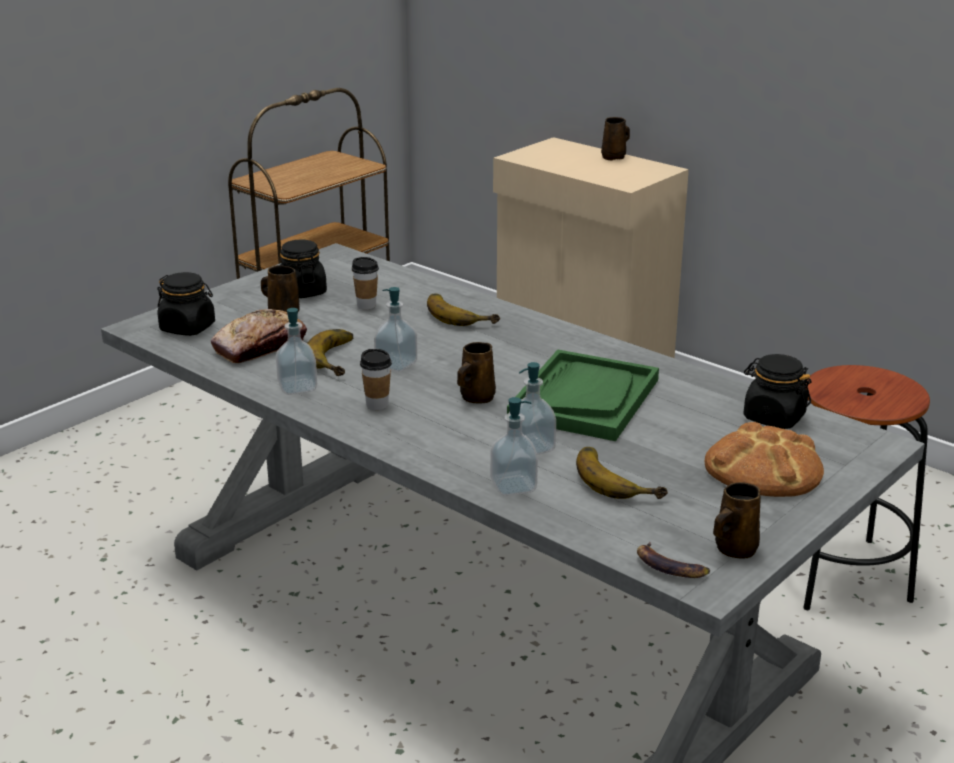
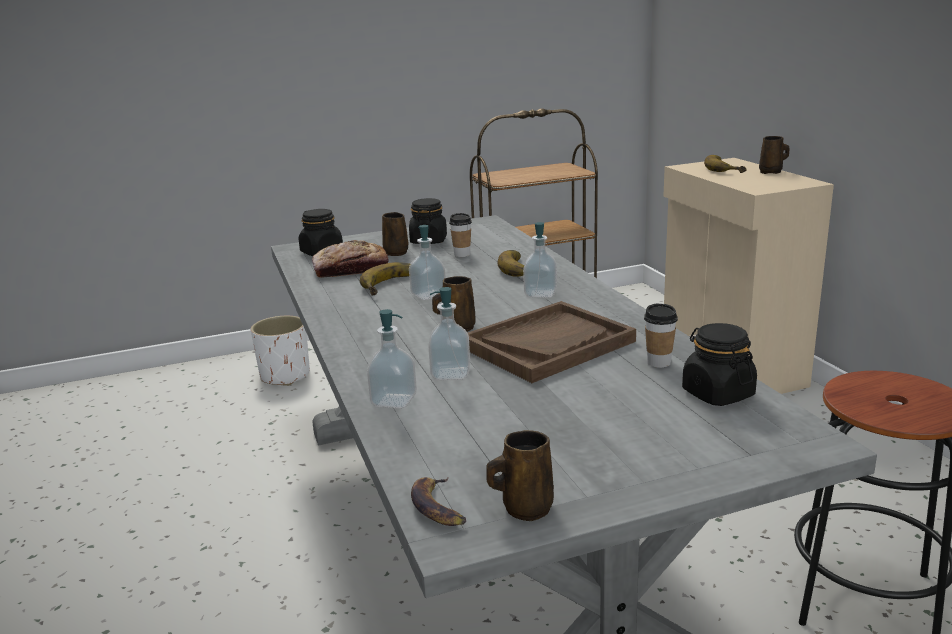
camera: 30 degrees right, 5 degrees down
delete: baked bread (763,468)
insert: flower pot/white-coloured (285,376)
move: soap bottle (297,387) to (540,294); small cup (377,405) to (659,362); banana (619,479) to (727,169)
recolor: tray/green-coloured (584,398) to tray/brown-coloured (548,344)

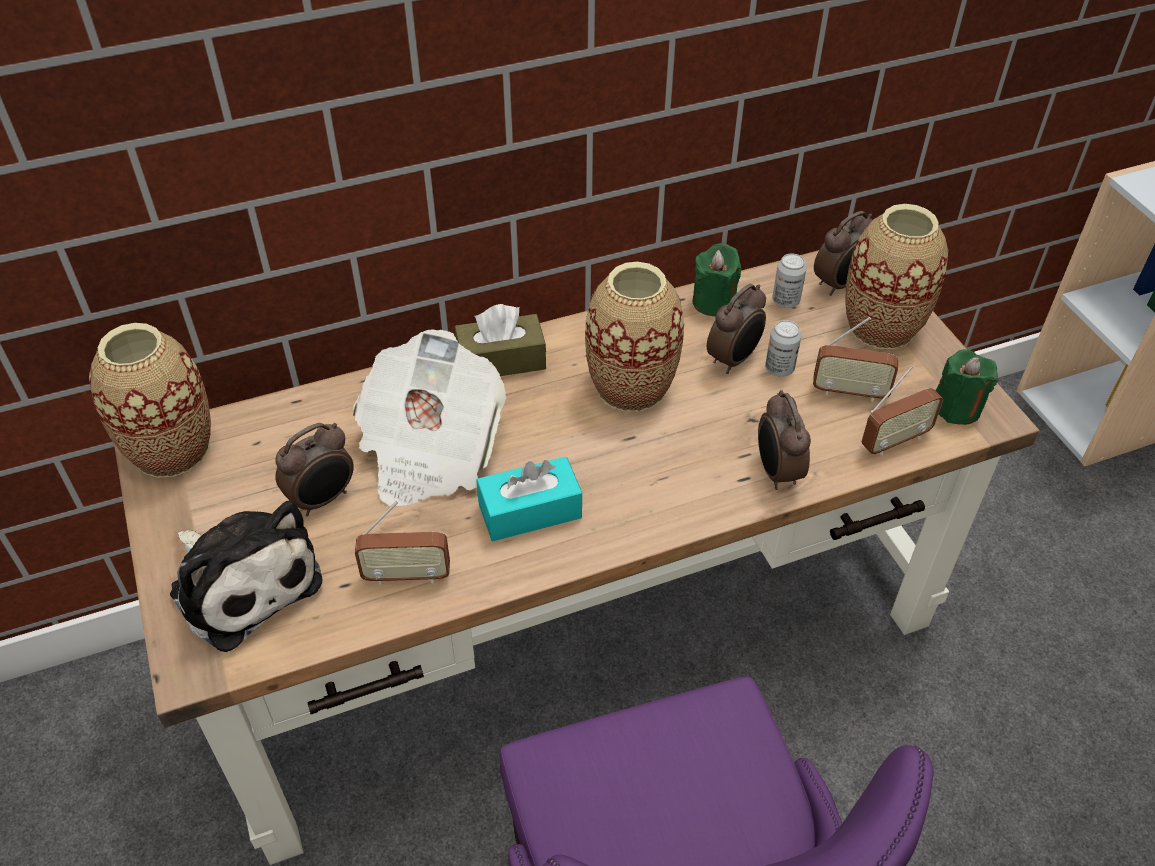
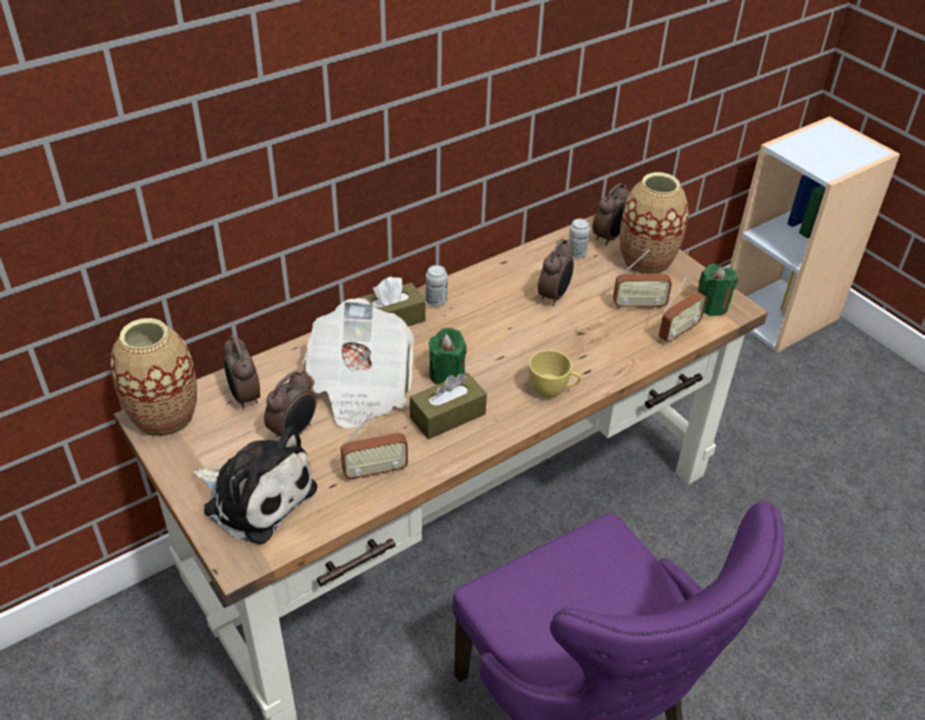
camera: 15 degrees left, 5 degrees down
delete: flower vase (631,386)
insert: small cup/yellowish (552,390)
move: wax candle/green-coloured (714,302) to (447,375); bedside clock (776,472) to (244,397); sealed can (779,368) to (436,301)
recolor: tissue holder/blue-green (530,511) to tissue holder/brown-coloured (447,415)

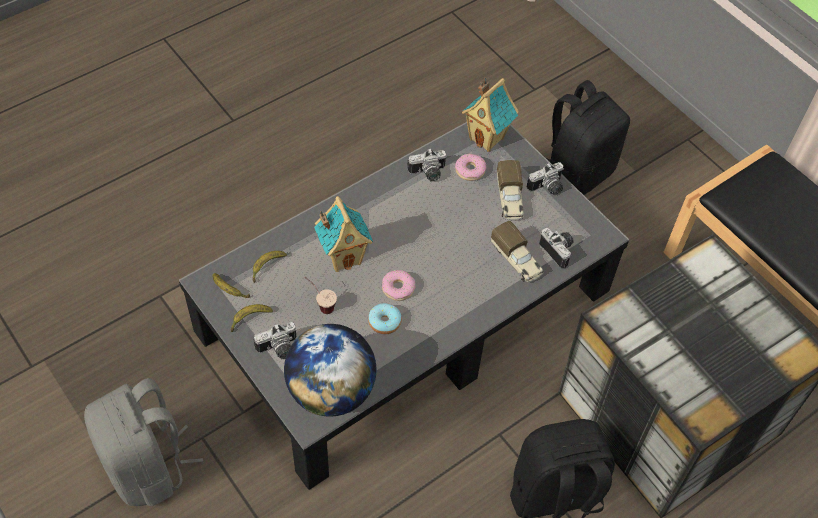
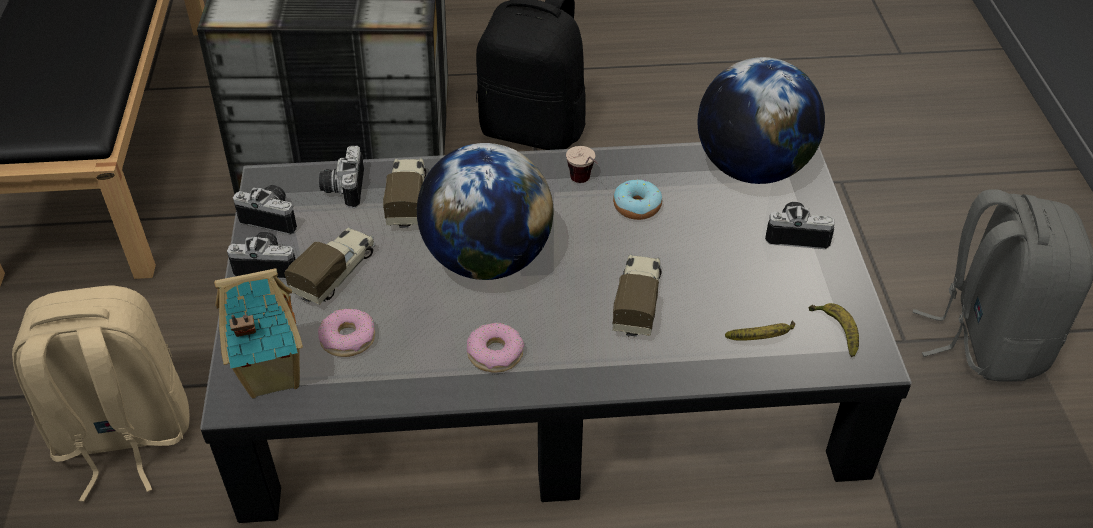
camera: 145 degrees left, 10 degrees down
delete: banana (249,319)
insert: globe (487,260)
move: small cup (320,304) to (584,184); ring doughnut (398,288) to (495,354); still camera (428,174) to (273,216)
replace: model house (344,257) to model truck (637,303)
recolor: knapsack/blackish (576,172) to knapsack/beige-coloured (122,436)

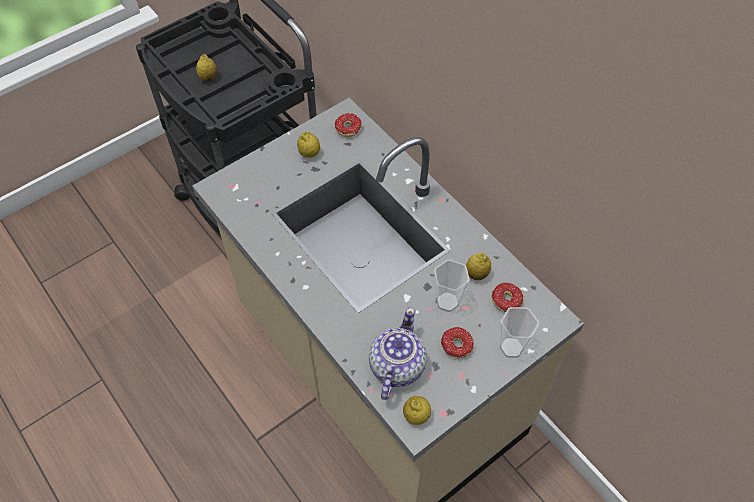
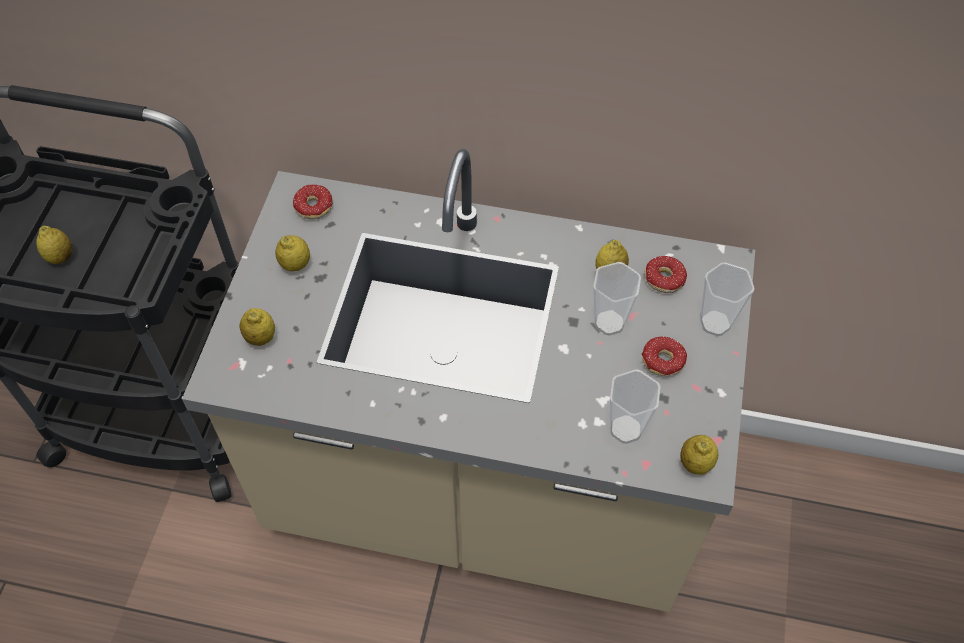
camera: 40 degrees left, 0 degrees up
insert: citrus fruit (260,337)
replace: pot for tea (396,367) to small cup (625,429)

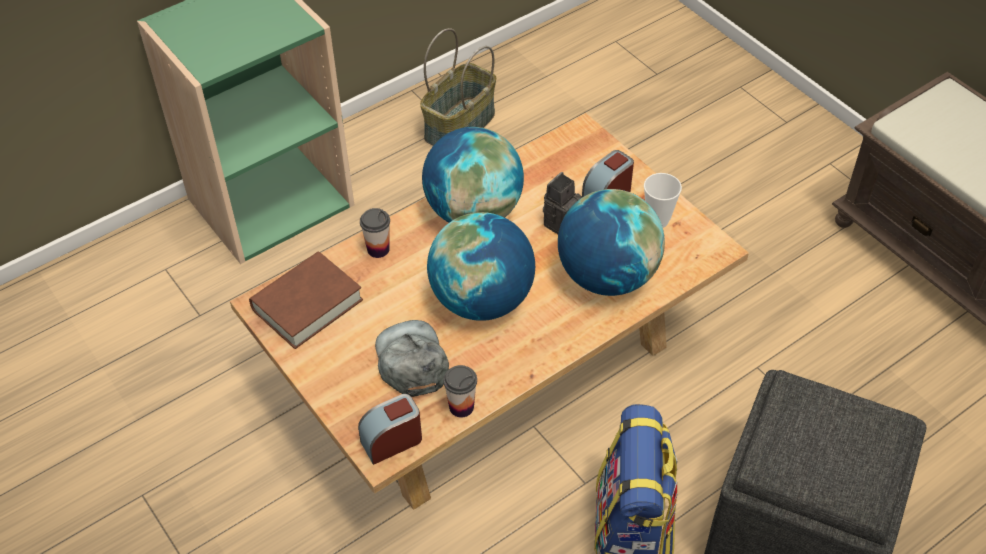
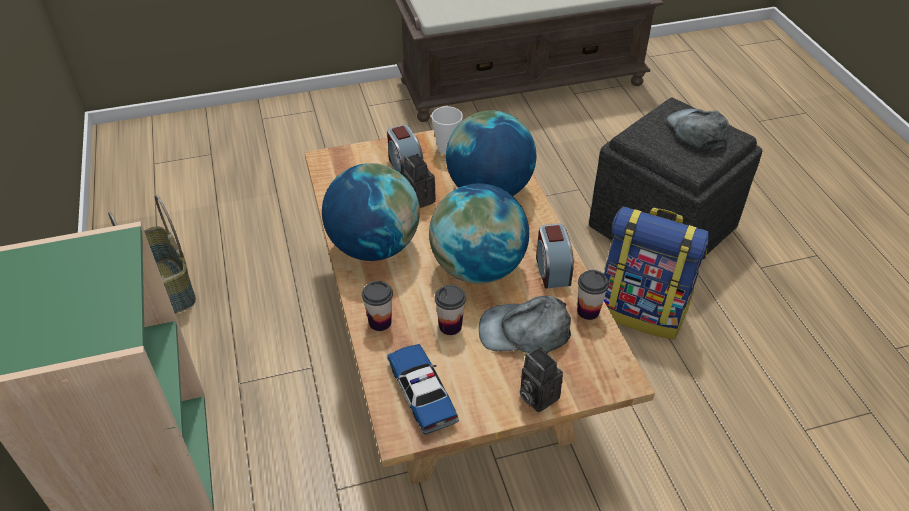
camera: 70 degrees left, 5 degrees down
insert: small cup (450,326); still camera (536,396); peaked cap/grey (697,131)
move: bedside clock (392,441) to (552,270)
replace: bound book/brown-coloured (307,305) to miniature car (421,393)

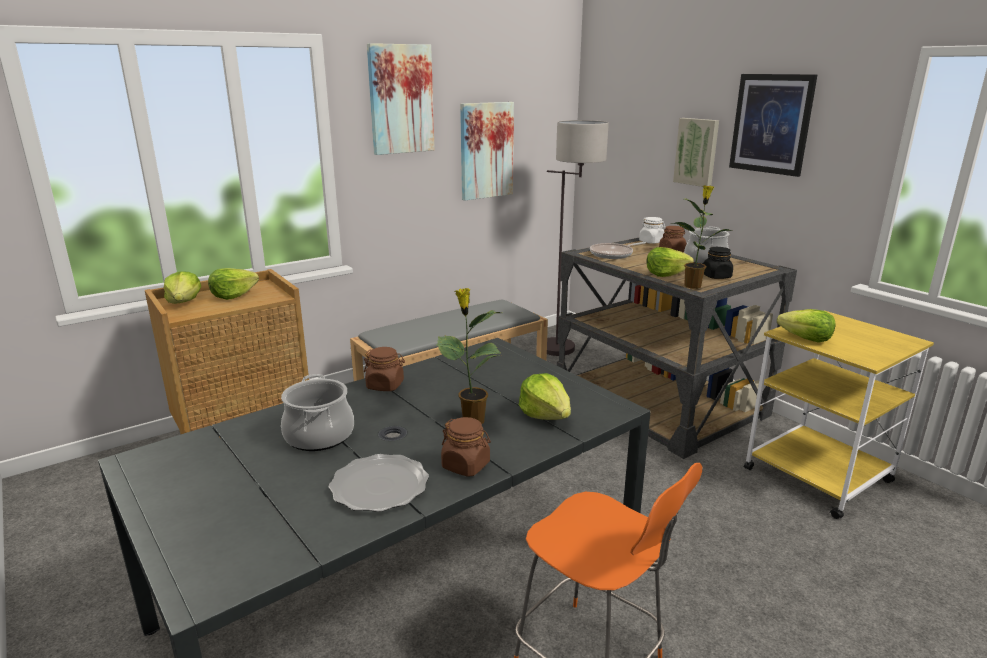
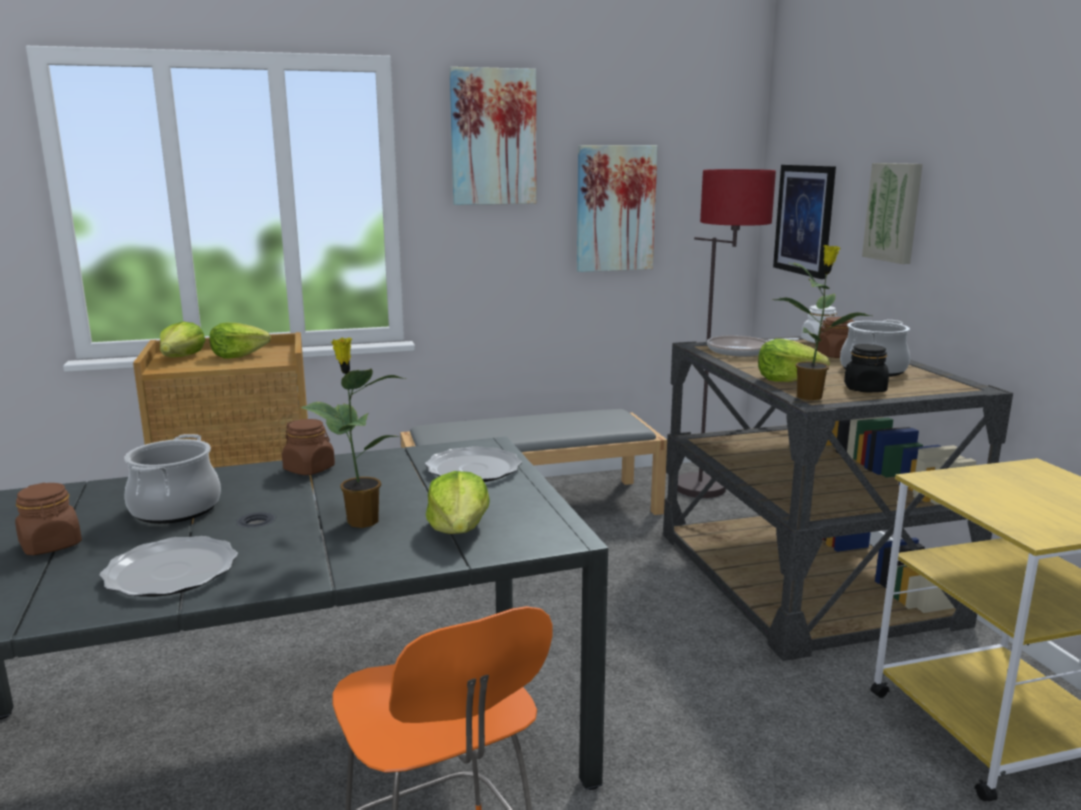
camera: 20 degrees right, 5 degrees down
delete: lettuce (806,339)
insert: flat dish (473,469)
move: jar/brown-coloured (466,465) to (51,545); wall art (771,124) to (804,220)
recolor: floor lamp/grey (566,351) to floor lamp/red (712,493)

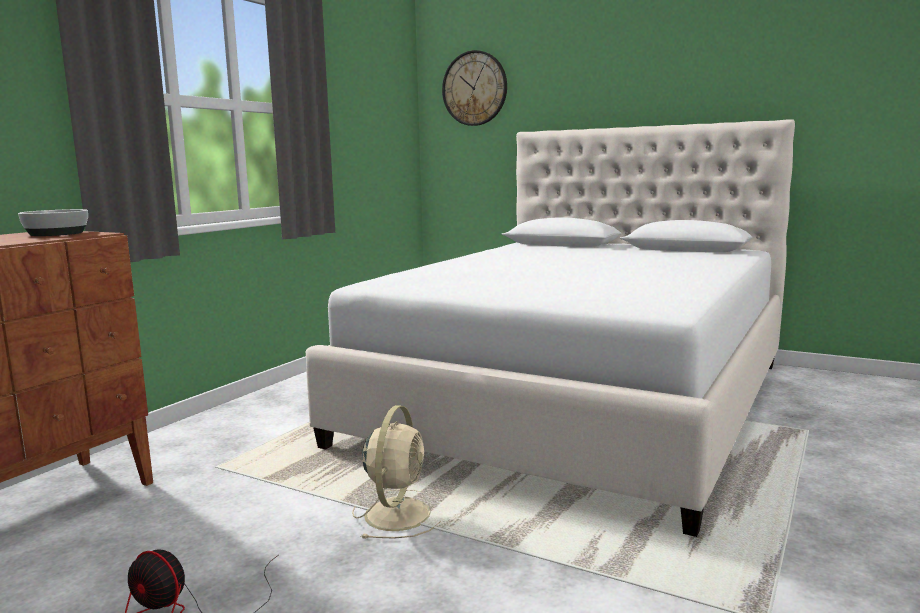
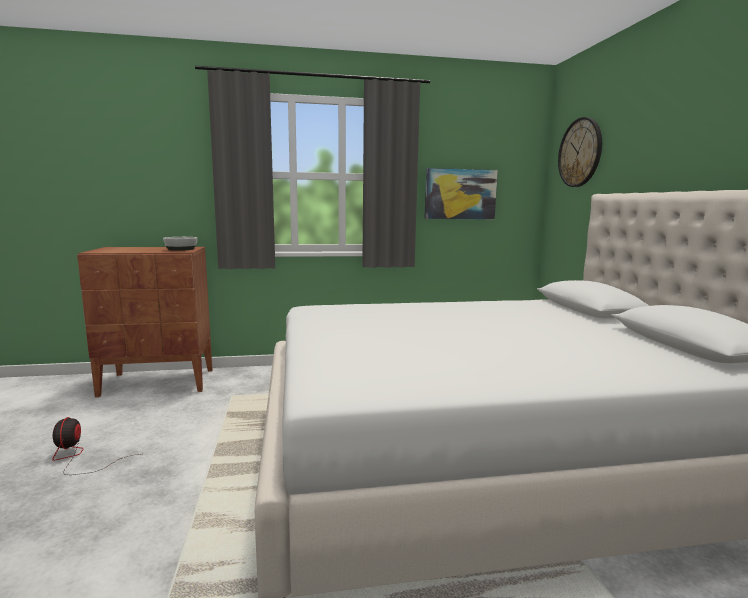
camera: 50 degrees right, 0 degrees up
delete: electric fan/beige-coloured (399,513)
insert: wall art (460,194)

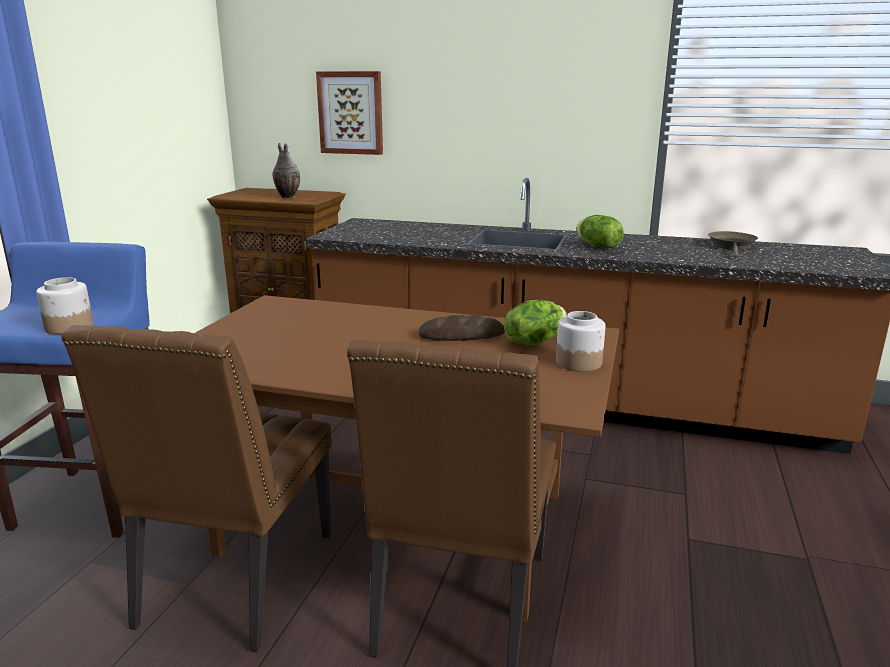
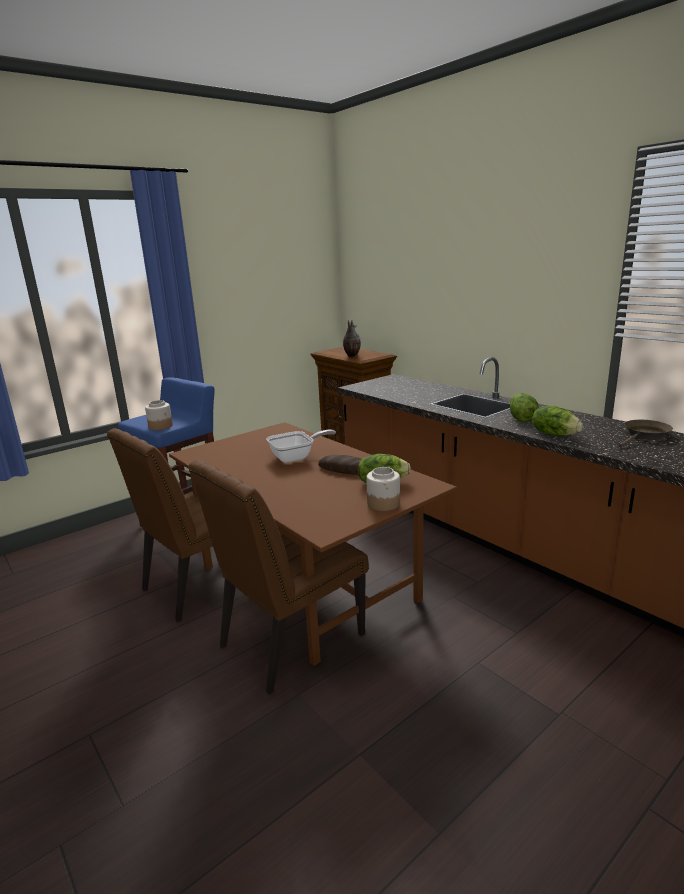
camera: 35 degrees right, 0 degrees up
delete: wall art (351,113)
insert: skillet (296,457); lettuce (554,434)

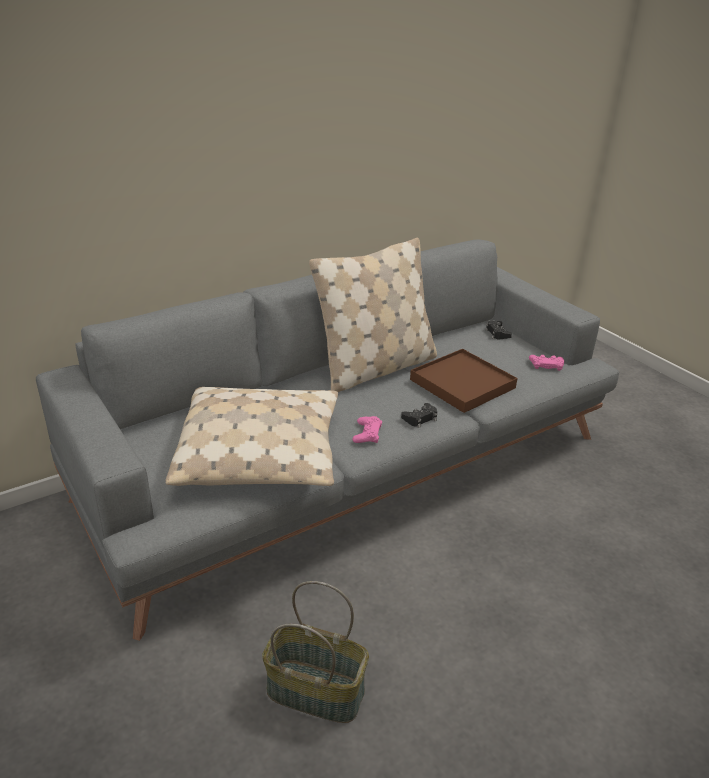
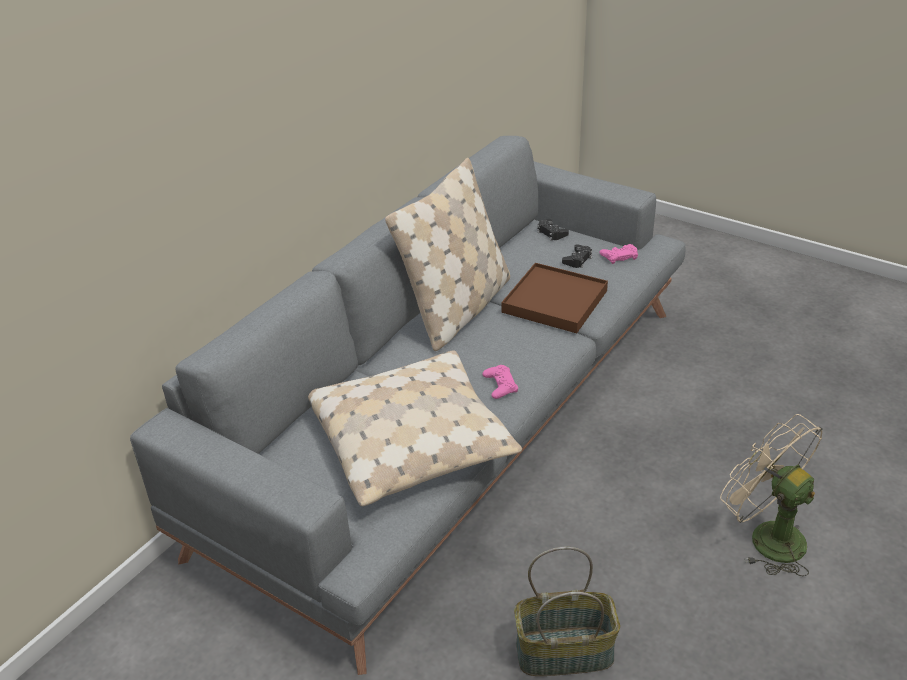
camera: 20 degrees left, 5 degrees up
insert: electric fan/beige-coloured (766,536)
move: joypad/blackish (420,418) to (577,260)

